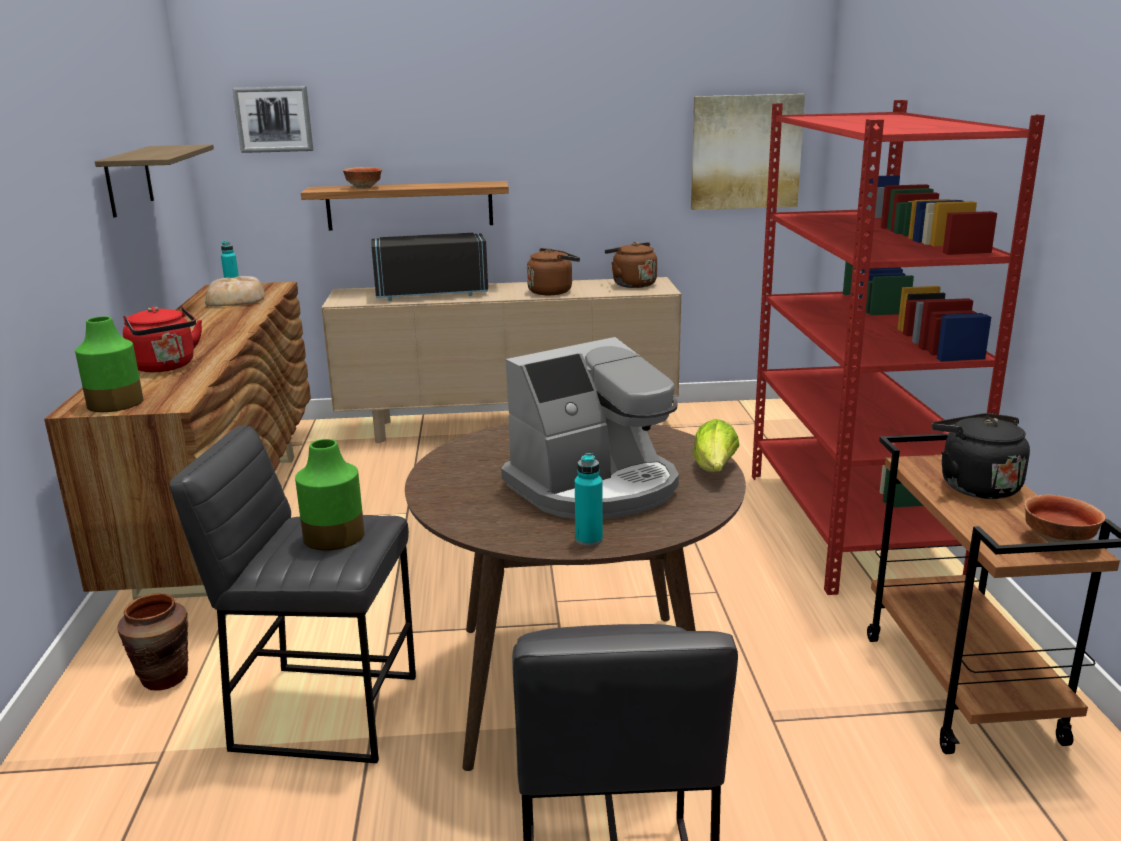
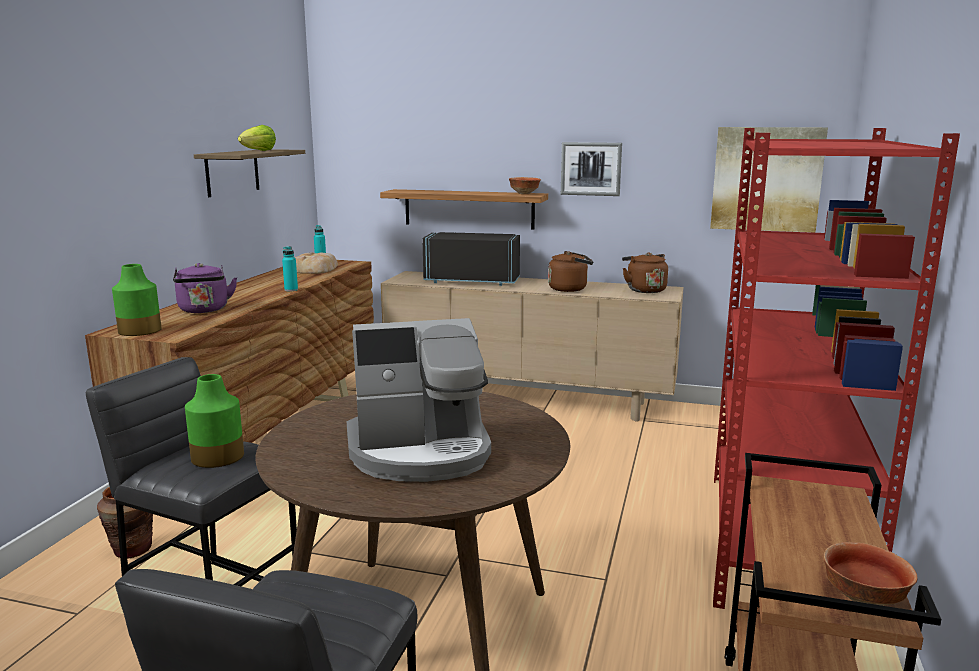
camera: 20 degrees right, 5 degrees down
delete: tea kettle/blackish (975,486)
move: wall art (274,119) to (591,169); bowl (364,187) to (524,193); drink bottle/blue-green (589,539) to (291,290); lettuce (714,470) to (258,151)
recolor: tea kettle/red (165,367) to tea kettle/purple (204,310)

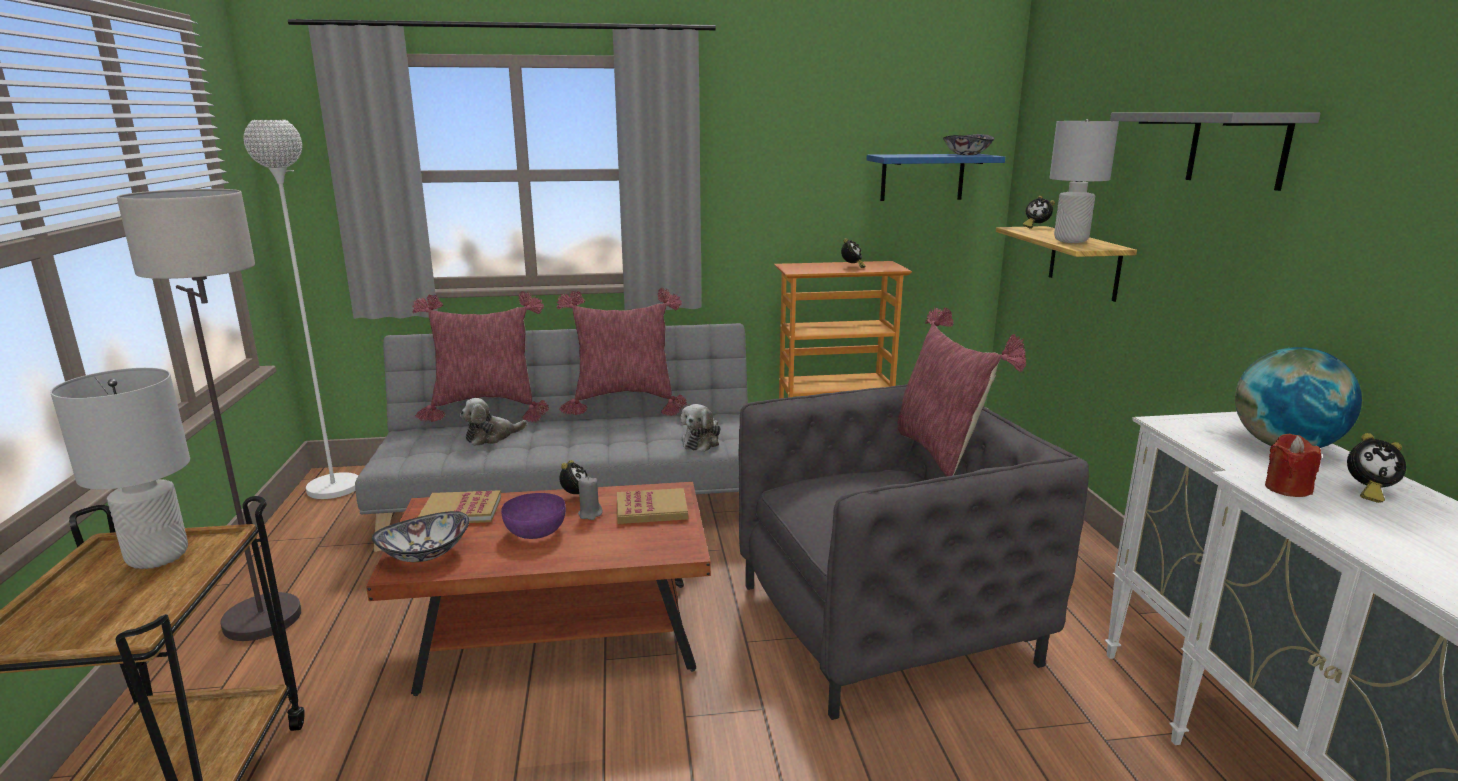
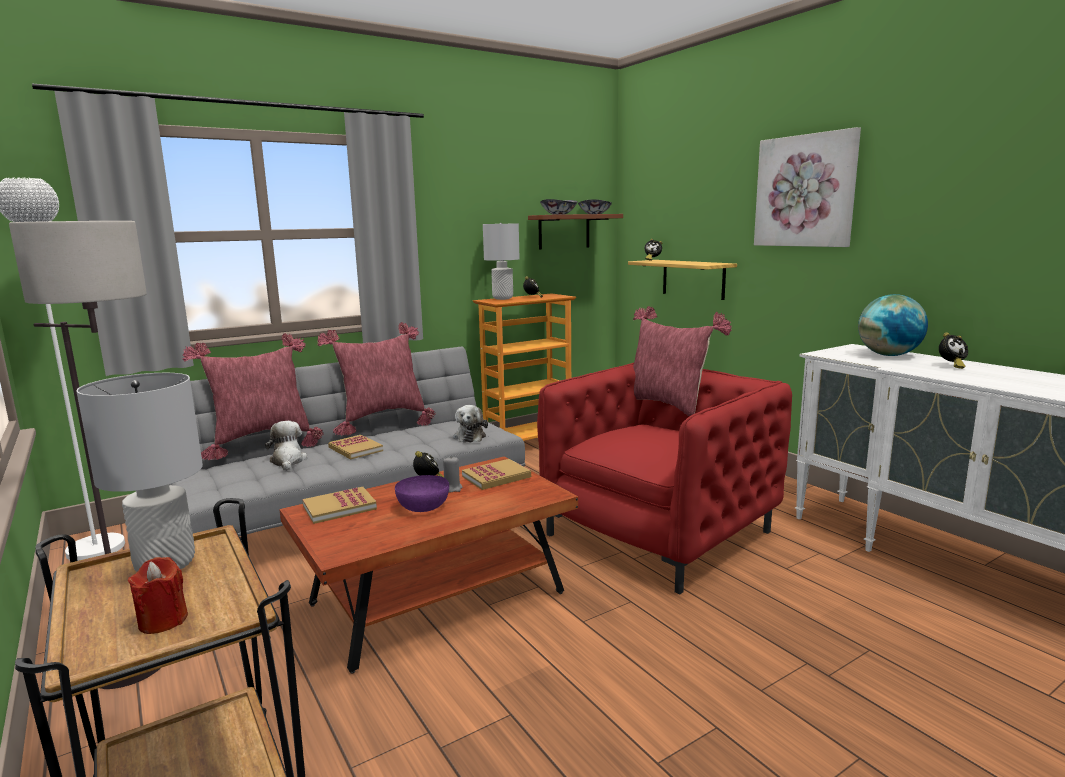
camera: 25 degrees left, 5 degrees down
insert: bound book (355,449)
move: bowl (425,554) to (559,214); lamp for a table/grey (1071,242) to (503,299); wax candle/red (1287,489) to (163,621)
replace: wall shelf/grey (1237,149) to wall art (805,191)
recolor: lounge chair/grey (885,623) to lounge chair/red (659,533); wall shelf/blue (922,177) to wall shelf/brown-coloured (564,231)
rotate: cuddly toy (491,437) = (288,461) 135 degrees clockwise

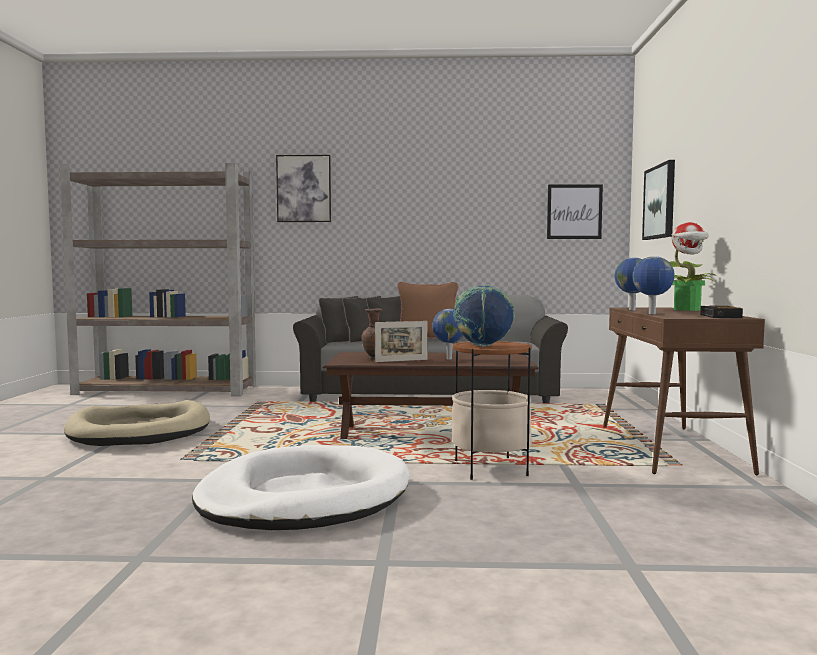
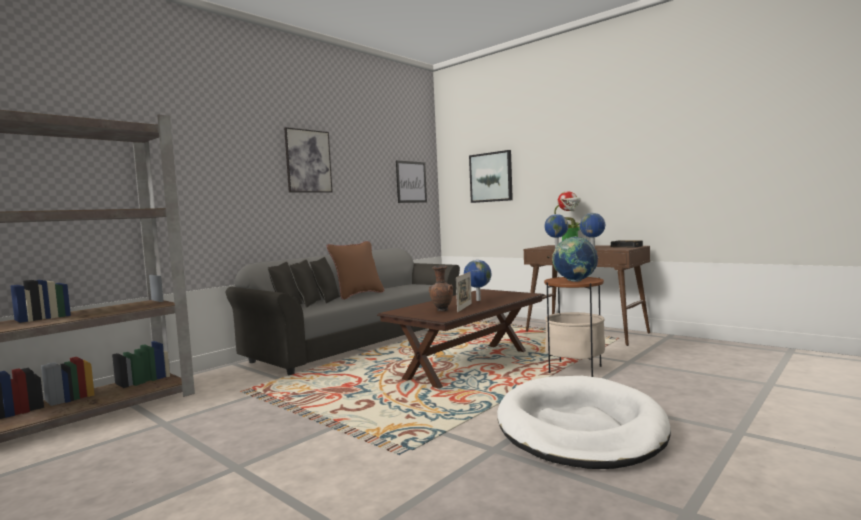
camera: 50 degrees left, 0 degrees up
delete: pet bed/beige-coloured (140,430)
move: wall art (304,188) to (308,161)

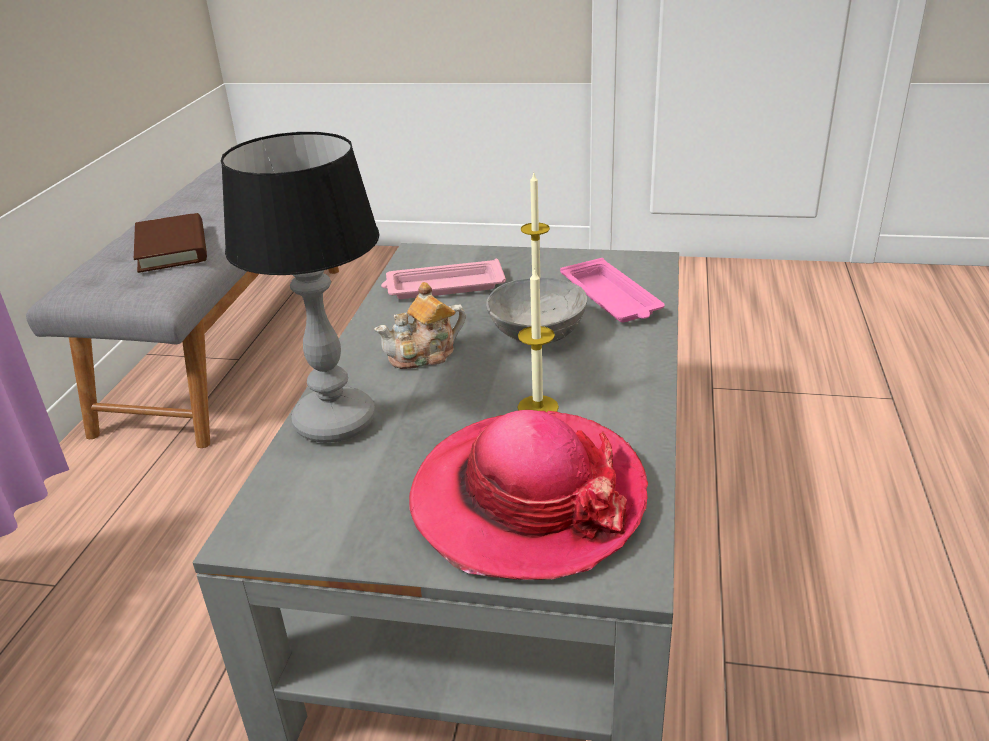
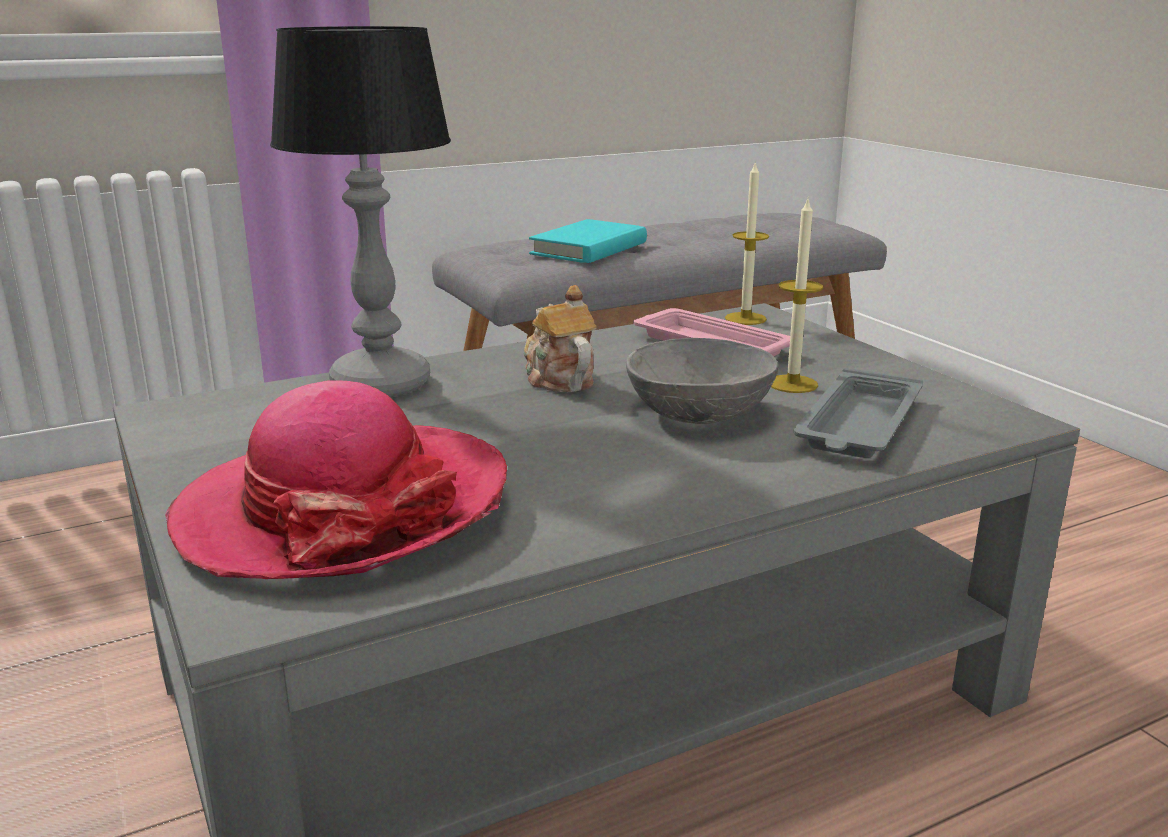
camera: 50 degrees right, 10 degrees down
move: wax candle (538,407) to (745,318)
recolor: bound book/brown-coloured (172,248) to bound book/blue-green (589,248); tray/pink (611,298) to tray/grey (858,425)
rotate: pot for tea (424,355) = (558,379) 45 degrees clockwise

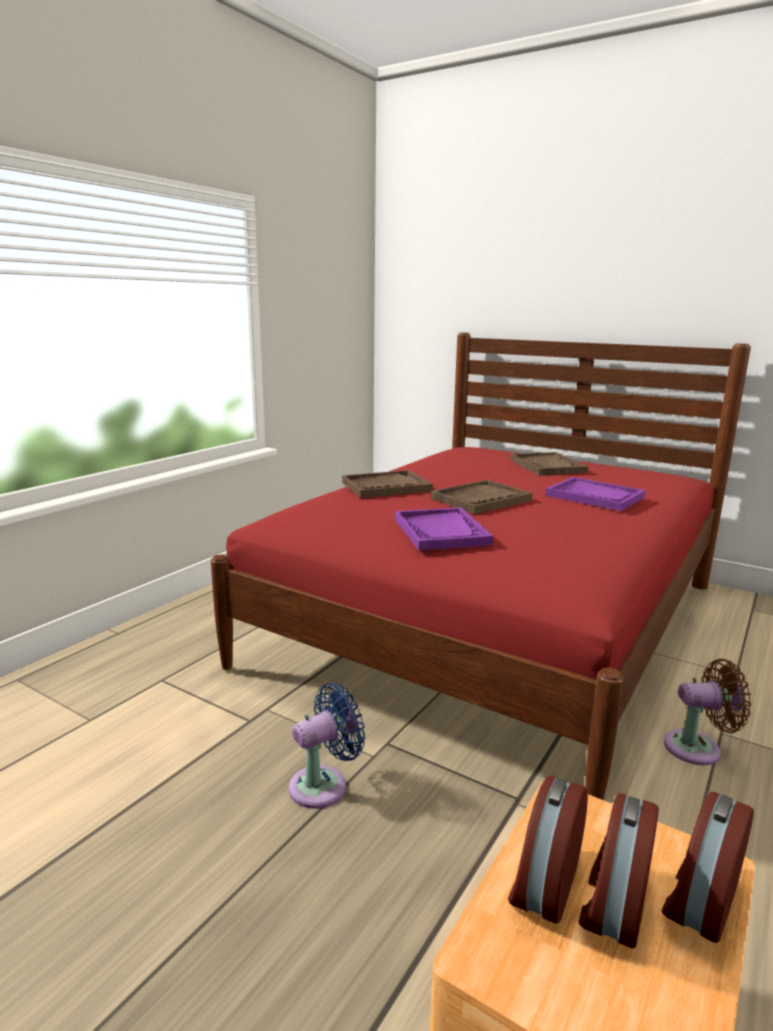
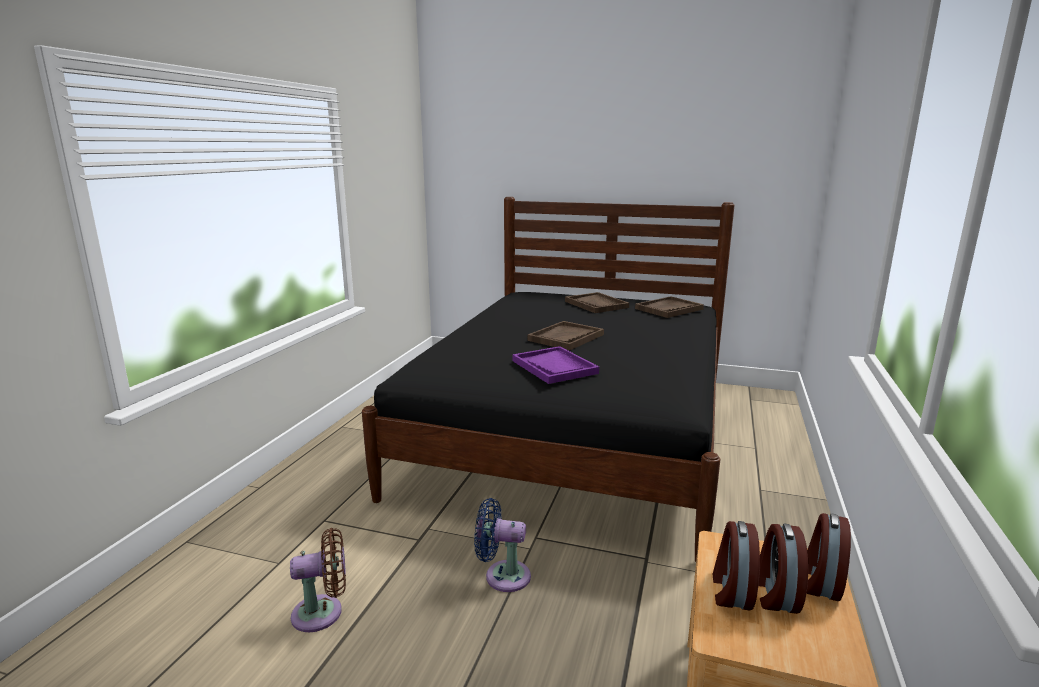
camera: 15 degrees left, 0 degrees up
delete: tray/purple (595,496)
move: tray/brown-coloured (386,487) to (669,309); electric fan/brown-coloured (698,748) to (323,613)
recolor: bedroom bed/red (496,622) to bedroom bed/blackish (575,433)
rotate: electric fan/blue (324,784) = (503,576) 120 degrees counterclockwise

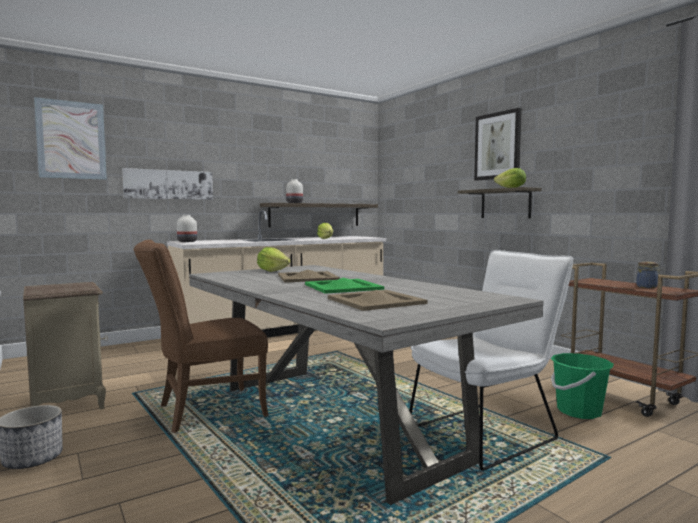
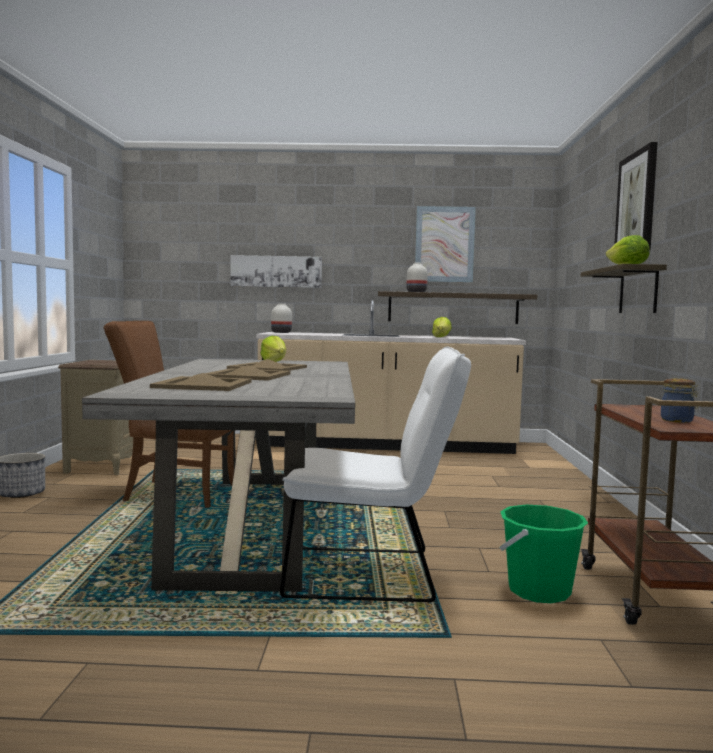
camera: 35 degrees right, 0 degrees up
move: wall art (71,140) to (444,244)
recolor: tray/green-coloured (342,287) to tray/beige-coloured (247,375)

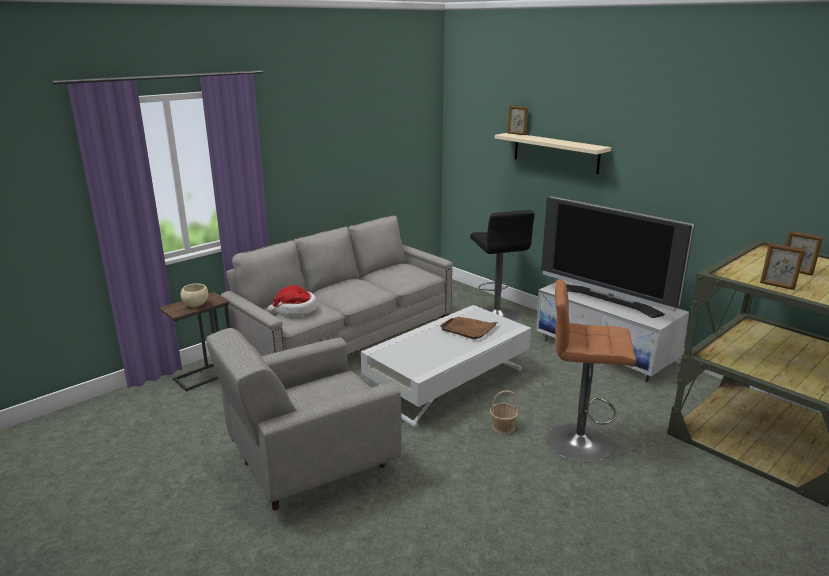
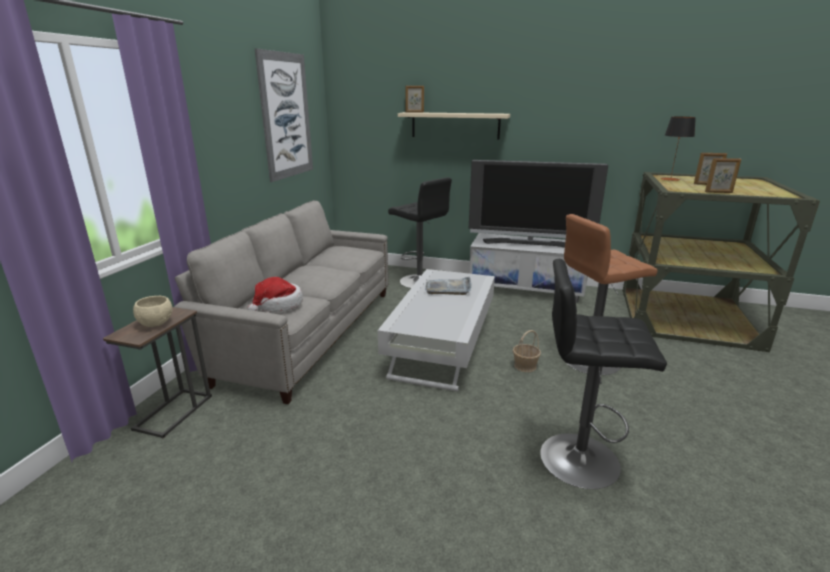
camera: 30 degrees left, 0 degrees up
delete: lounge chair/grey (309,466)
insert: wall art (286,116); sitting stool/blackish (578,459); lamp for a table (670,179)
recolor: tray/brown-coloured (468,329) to tray/grey (448,288)

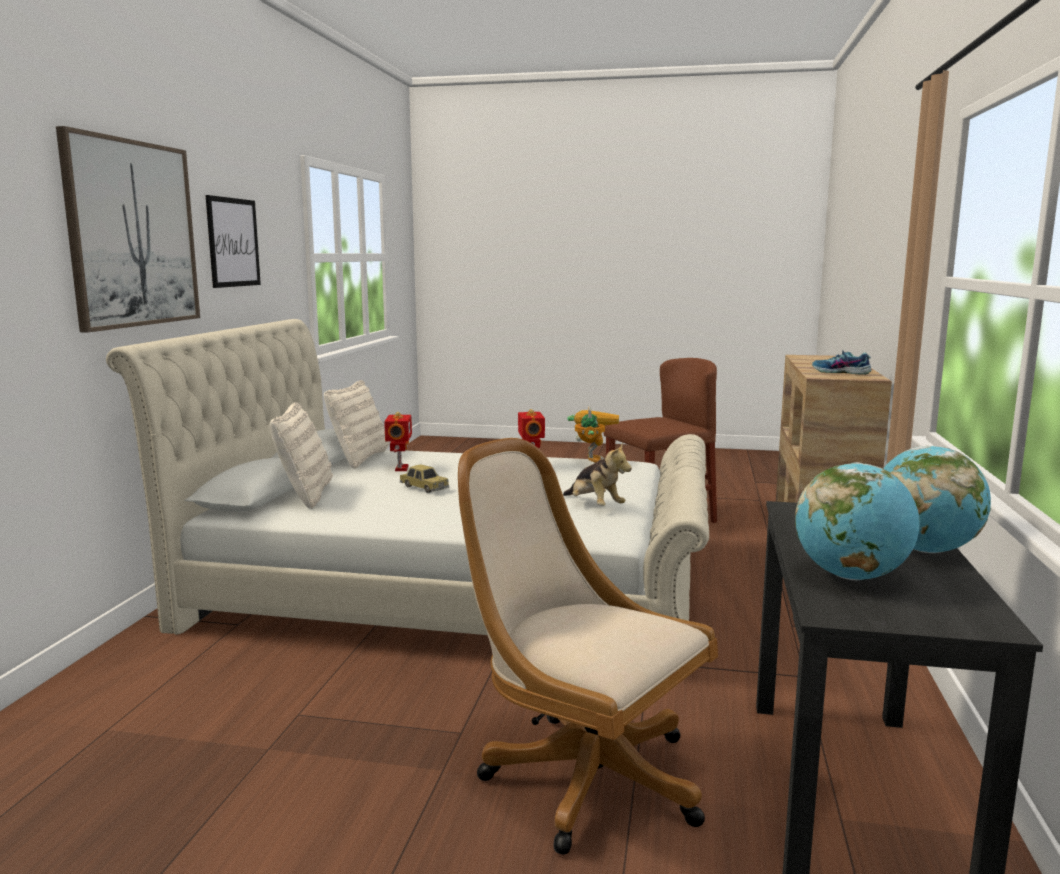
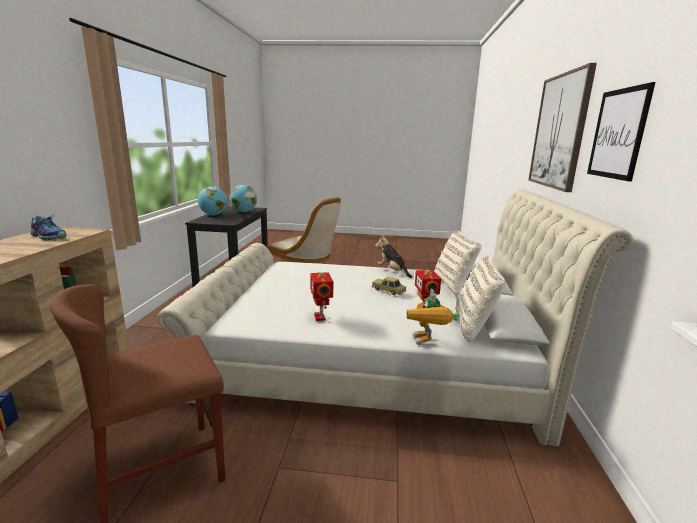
camera: 175 degrees right, 5 degrees up
move: cuddly toy (594,506) to (392,271); toy robot (591,460) to (428,344)

